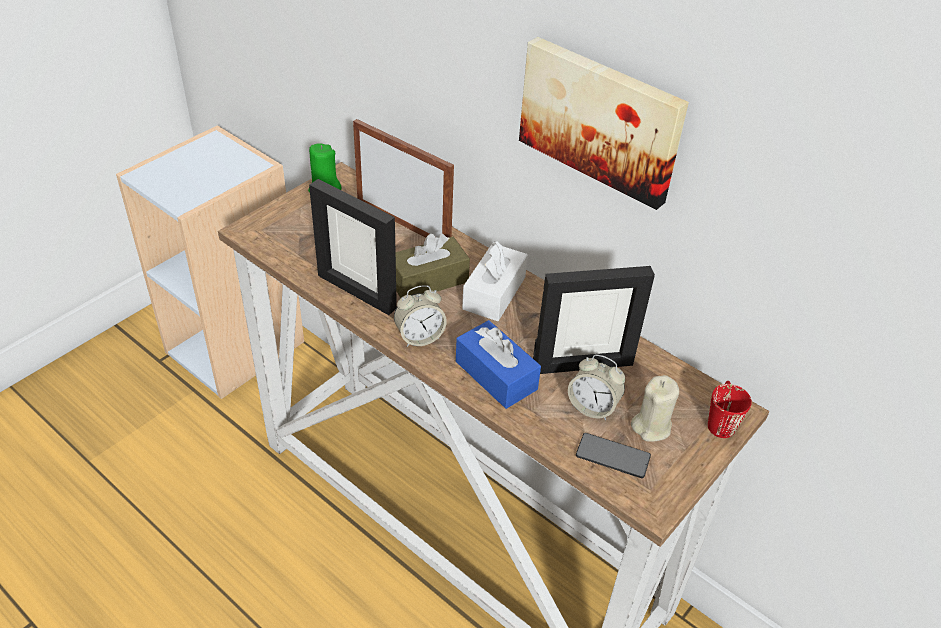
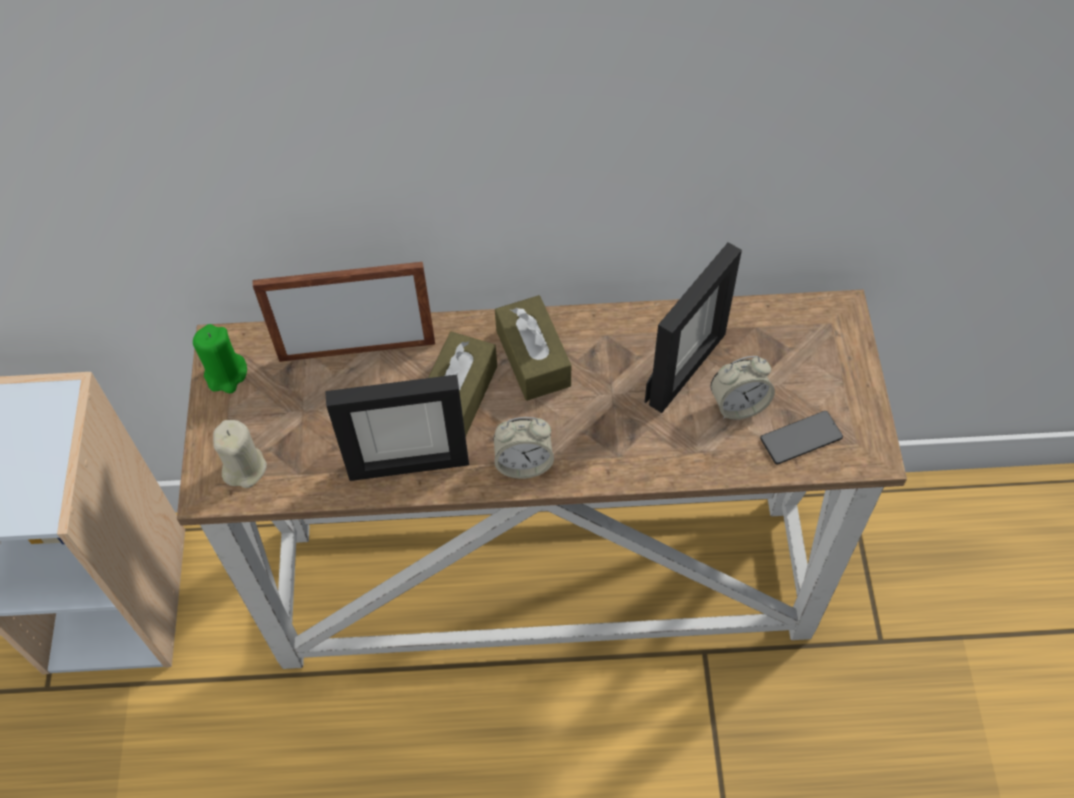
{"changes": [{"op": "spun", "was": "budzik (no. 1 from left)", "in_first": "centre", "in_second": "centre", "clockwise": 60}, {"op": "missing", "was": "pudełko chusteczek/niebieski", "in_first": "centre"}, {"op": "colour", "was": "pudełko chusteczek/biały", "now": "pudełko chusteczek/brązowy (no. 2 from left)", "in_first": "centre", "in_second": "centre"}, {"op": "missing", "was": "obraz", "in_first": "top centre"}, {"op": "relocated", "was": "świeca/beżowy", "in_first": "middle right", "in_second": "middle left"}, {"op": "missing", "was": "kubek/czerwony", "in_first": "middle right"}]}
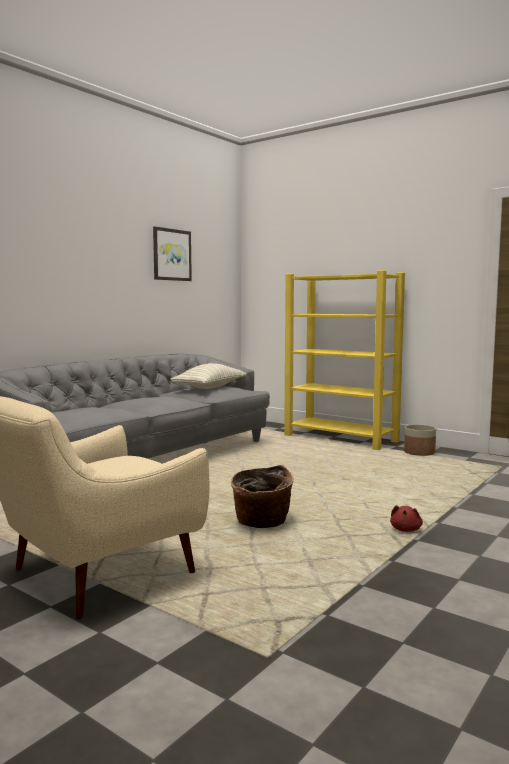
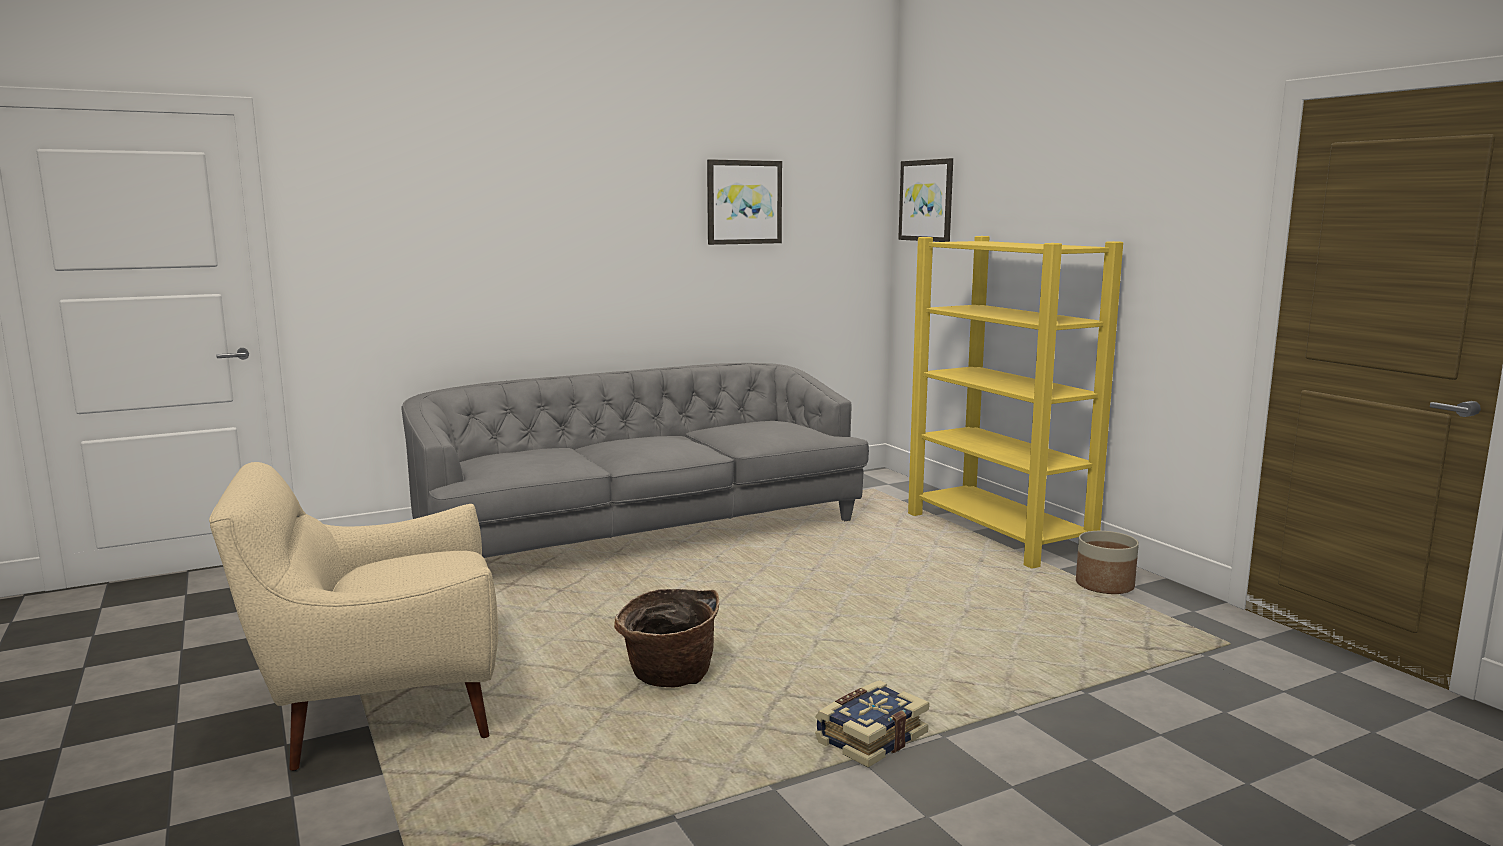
{"changes": [{"op": "missing", "was": "poduszka", "in_first": "centre"}, {"op": "exchanged", "was": "pluszak/czerwony", "now": "książka", "in_first": "bottom right", "in_second": "bottom centre"}, {"op": "appeared", "now": "obraz (no. 2 from left)", "in_second": "top centre"}]}
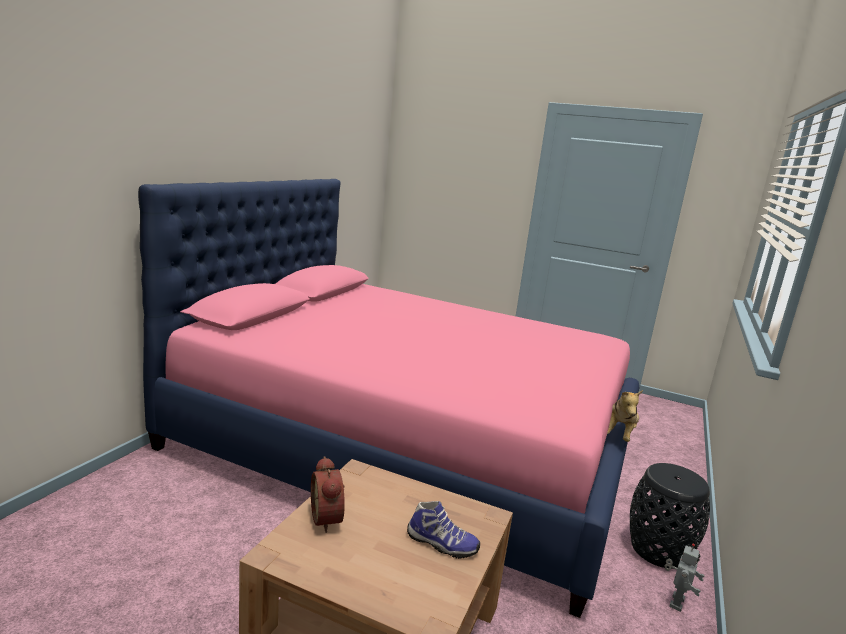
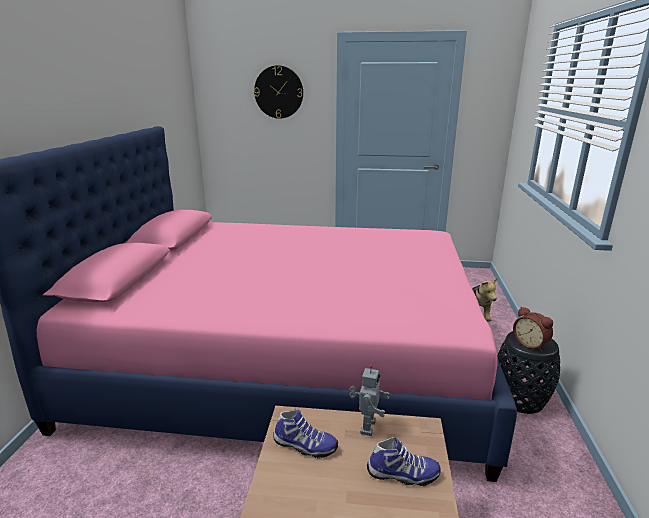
{"changes": [{"op": "relocated", "was": "budzik", "in_first": "bottom centre", "in_second": "middle right"}, {"op": "relocated", "was": "robot zabawkowy", "in_first": "bottom right", "in_second": "bottom centre"}, {"op": "appeared", "now": "zegar ścienny", "in_second": "top centre"}, {"op": "appeared", "now": "but (no. 1 from left)", "in_second": "bottom centre"}]}
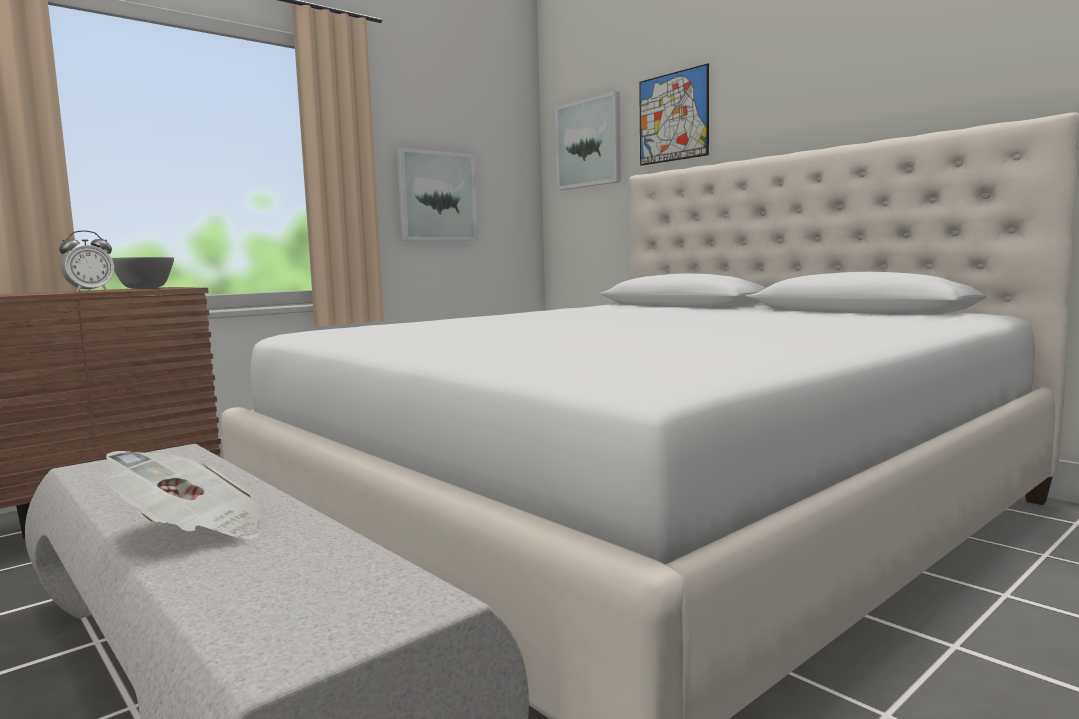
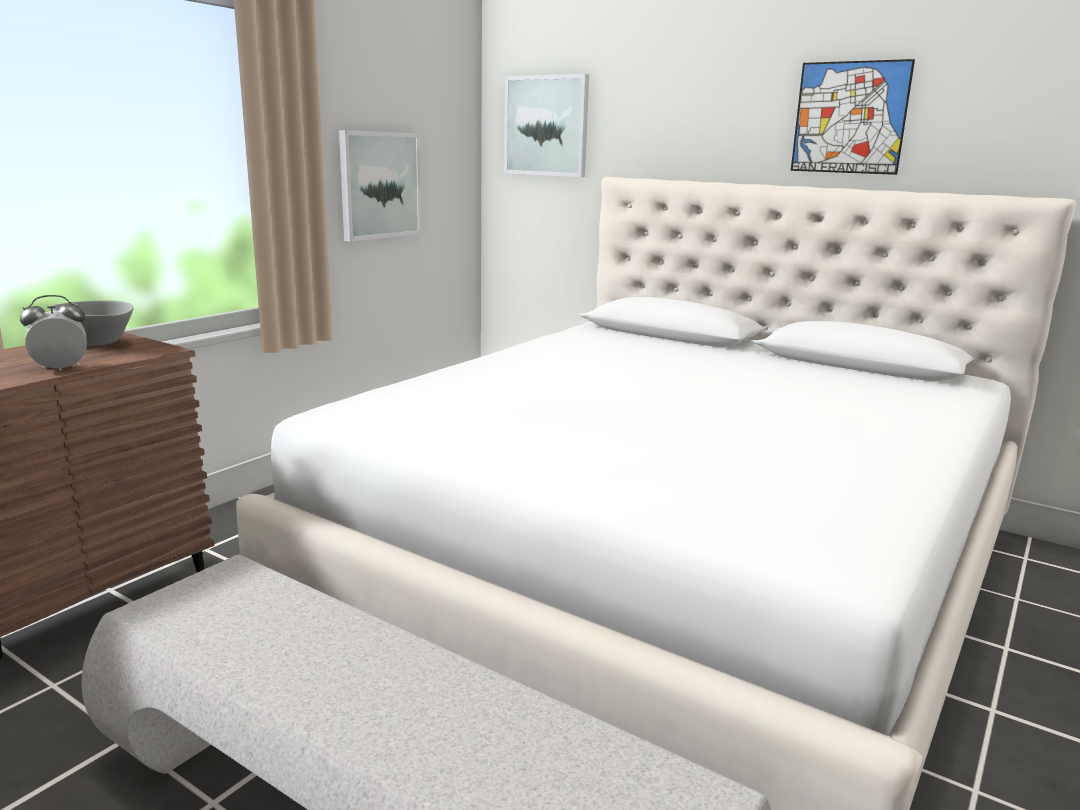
{"changes": [{"op": "spun", "was": "budzik", "in_first": "middle left", "in_second": "middle left", "clockwise": -150}, {"op": "missing", "was": "gazeta", "in_first": "bottom left"}, {"op": "relocated", "was": "obraz (no. 3 from left)", "in_first": "top centre", "in_second": "top right"}]}
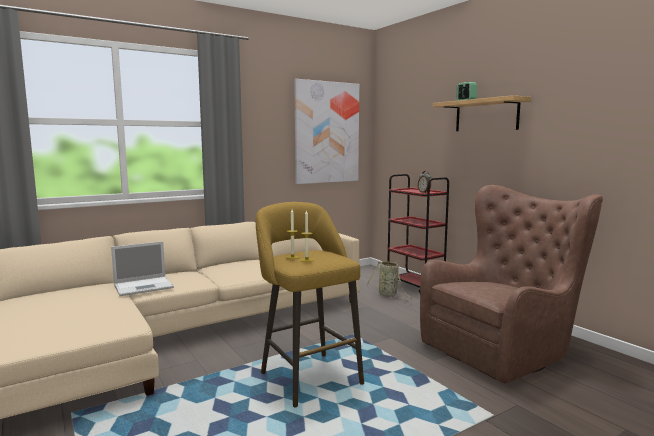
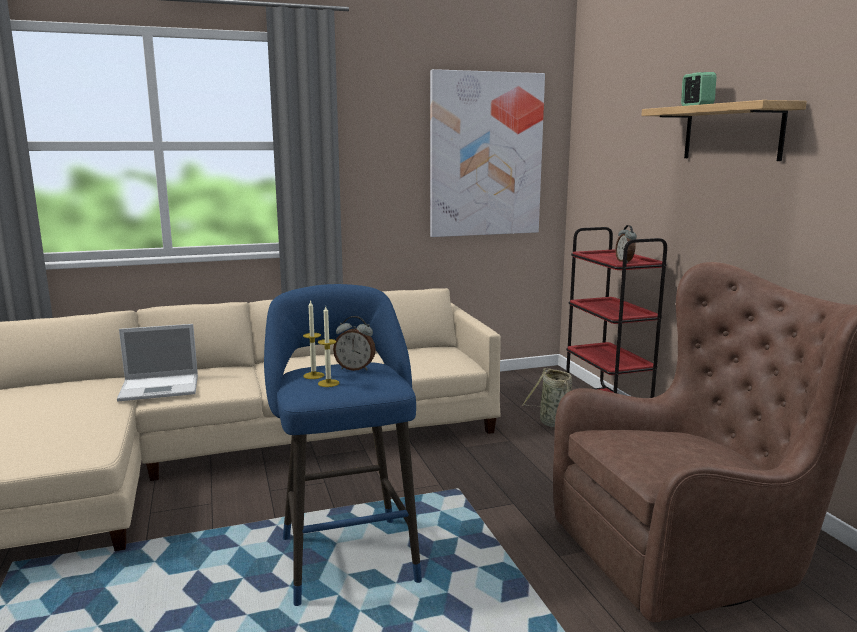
{"changes": [{"op": "colour", "was": "stołek/żółty", "now": "stołek/niebieski", "in_first": "bottom centre", "in_second": "bottom centre"}, {"op": "appeared", "now": "budzik (no. 1 from left)", "in_second": "centre"}]}
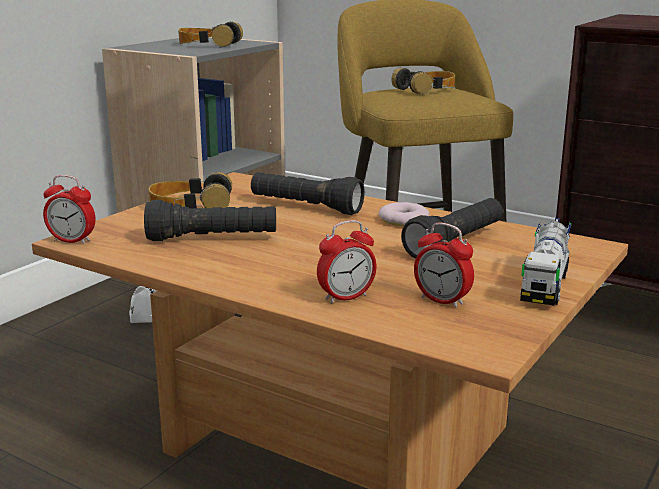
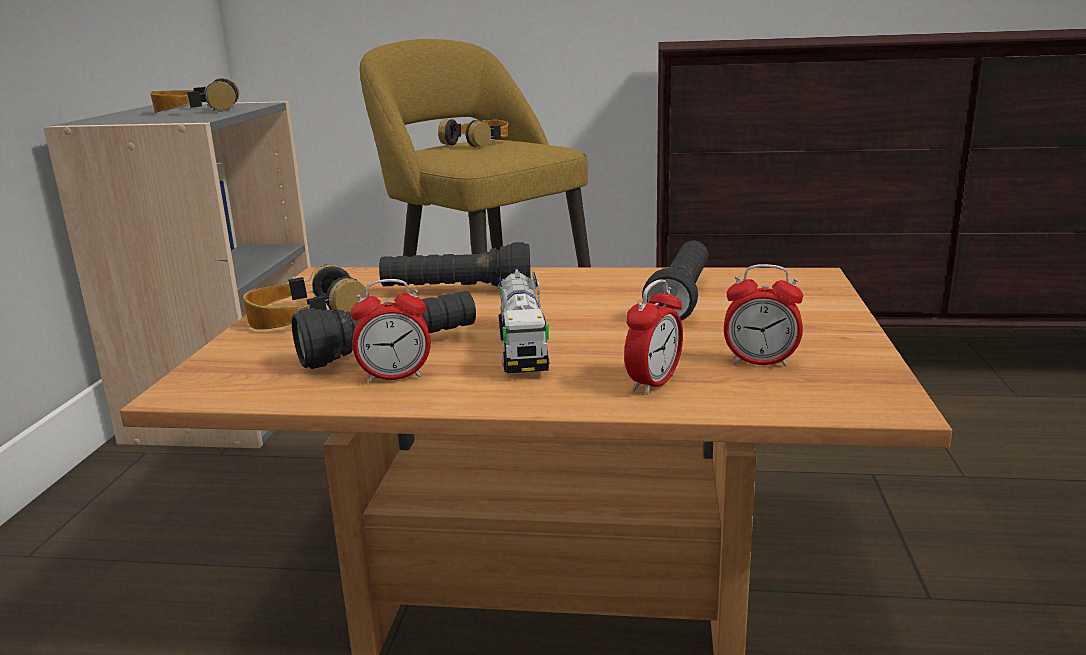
{"changes": [{"op": "relocated", "was": "budzik (no. 1 from left)", "in_first": "middle left", "in_second": "centre"}, {"op": "missing", "was": "but/biały", "in_first": "middle left"}, {"op": "missing", "was": "donut", "in_first": "centre"}, {"op": "relocated", "was": "ciężarówka zabawkowa", "in_first": "middle right", "in_second": "centre"}]}
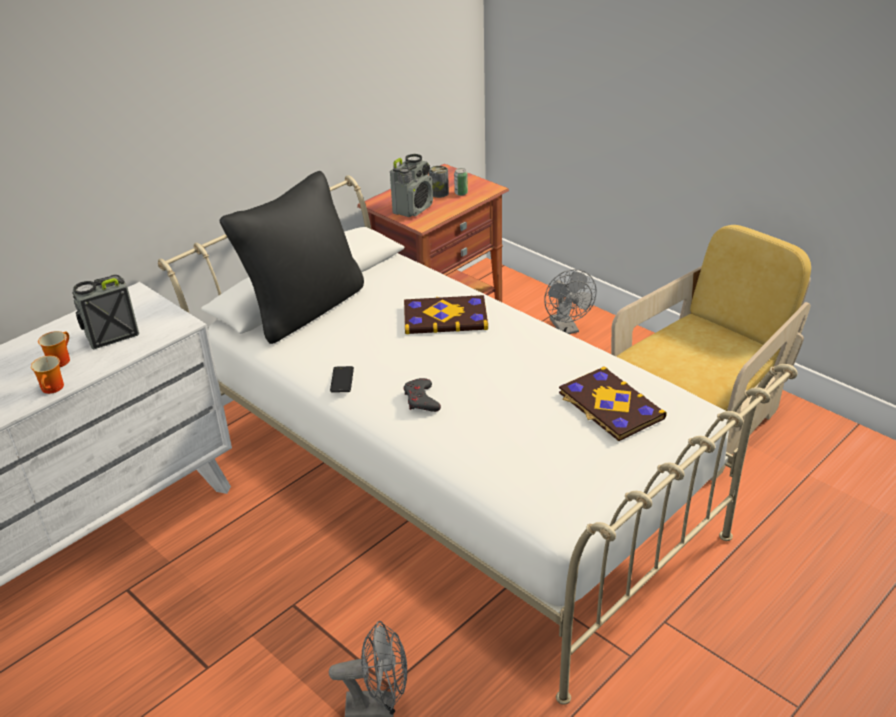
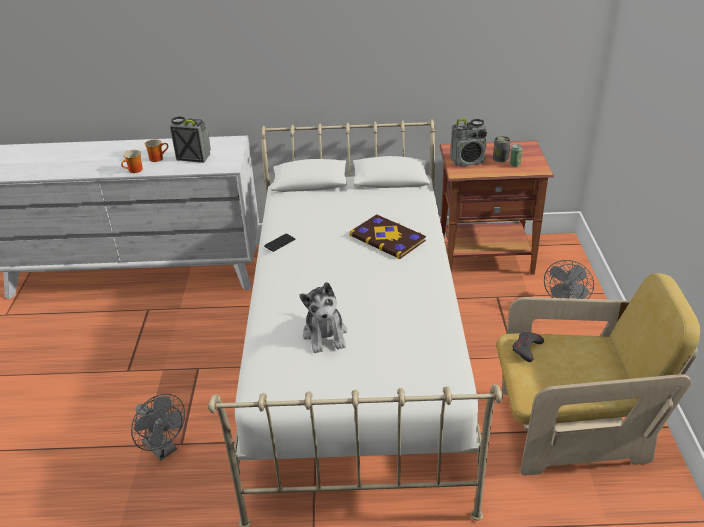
{"changes": [{"op": "missing", "was": "poduszka/czarny", "in_first": "middle left"}, {"op": "relocated", "was": "pad do gier/szary", "in_first": "centre", "in_second": "middle right"}, {"op": "missing", "was": "książka (no. 2 from left)", "in_first": "middle right"}, {"op": "appeared", "now": "pluszak", "in_second": "centre"}]}
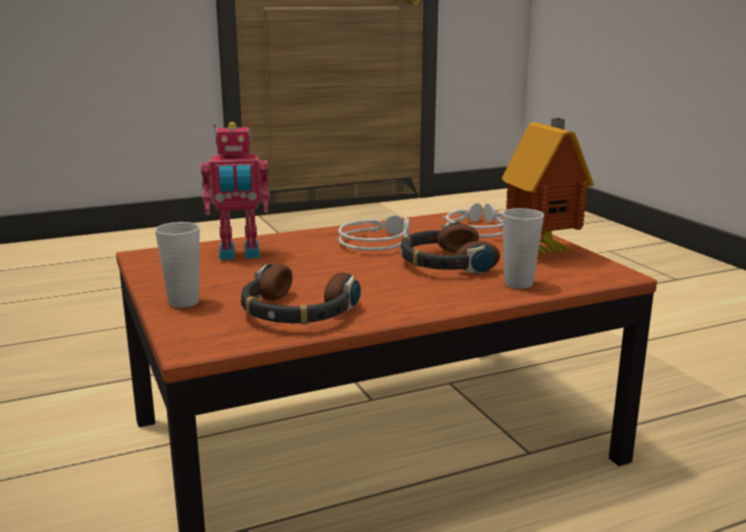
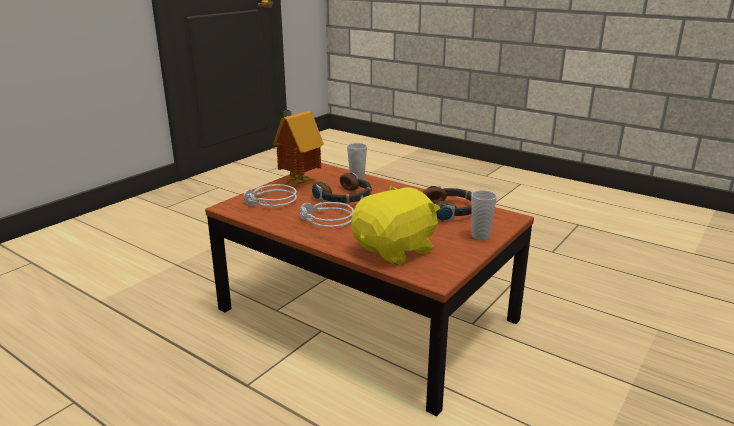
{"changes": [{"op": "exchanged", "was": "robot zabawkowy", "now": "pluszak/żółty", "in_first": "middle left", "in_second": "centre"}]}
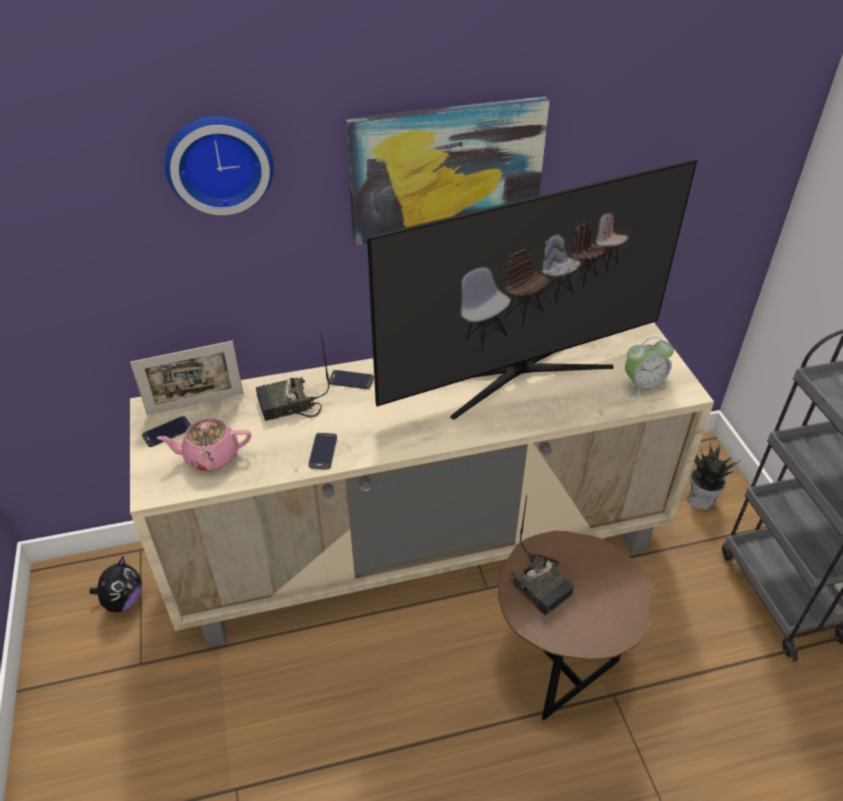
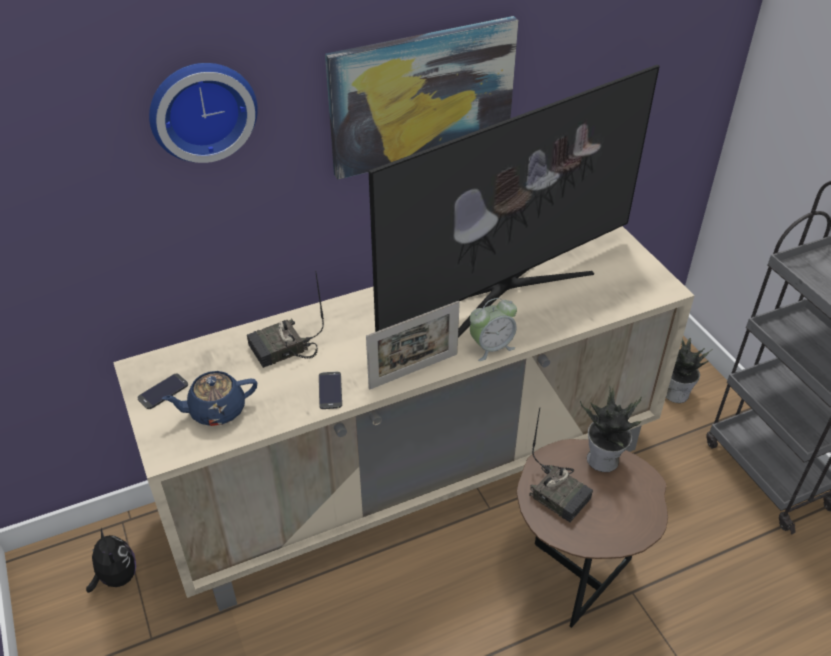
{"changes": [{"op": "spun", "was": "pluszak", "in_first": "bottom left", "in_second": "bottom left", "clockwise": -45}, {"op": "relocated", "was": "ramka na zdjęcie", "in_first": "middle left", "in_second": "centre"}, {"op": "colour", "was": "imbryk/różowy", "now": "imbryk/niebieski", "in_first": "middle left", "in_second": "middle left"}, {"op": "missing", "was": "telefon (no. 3 from left)", "in_first": "centre"}, {"op": "relocated", "was": "budzik", "in_first": "middle right", "in_second": "centre"}, {"op": "appeared", "now": "roślina doniczkowa (no. 1 from left)", "in_second": "middle right"}]}
